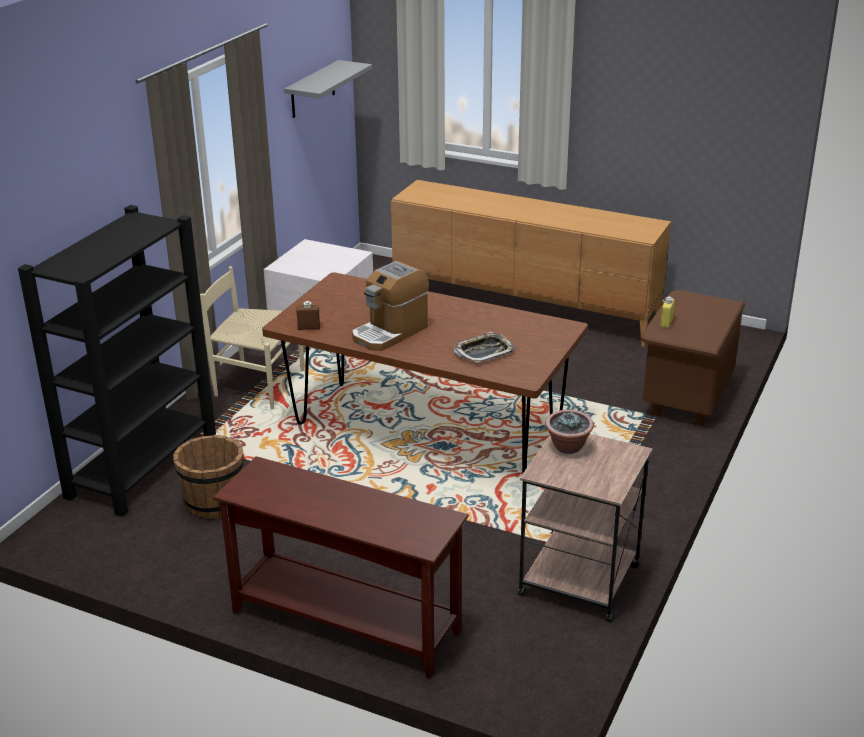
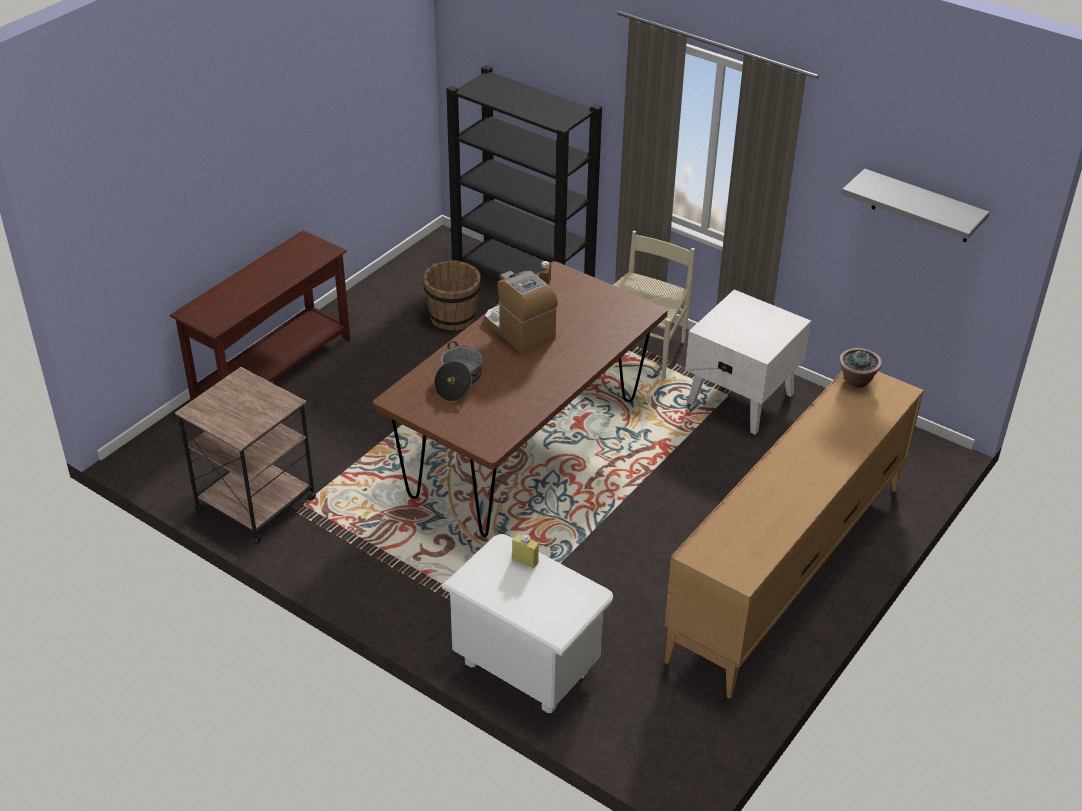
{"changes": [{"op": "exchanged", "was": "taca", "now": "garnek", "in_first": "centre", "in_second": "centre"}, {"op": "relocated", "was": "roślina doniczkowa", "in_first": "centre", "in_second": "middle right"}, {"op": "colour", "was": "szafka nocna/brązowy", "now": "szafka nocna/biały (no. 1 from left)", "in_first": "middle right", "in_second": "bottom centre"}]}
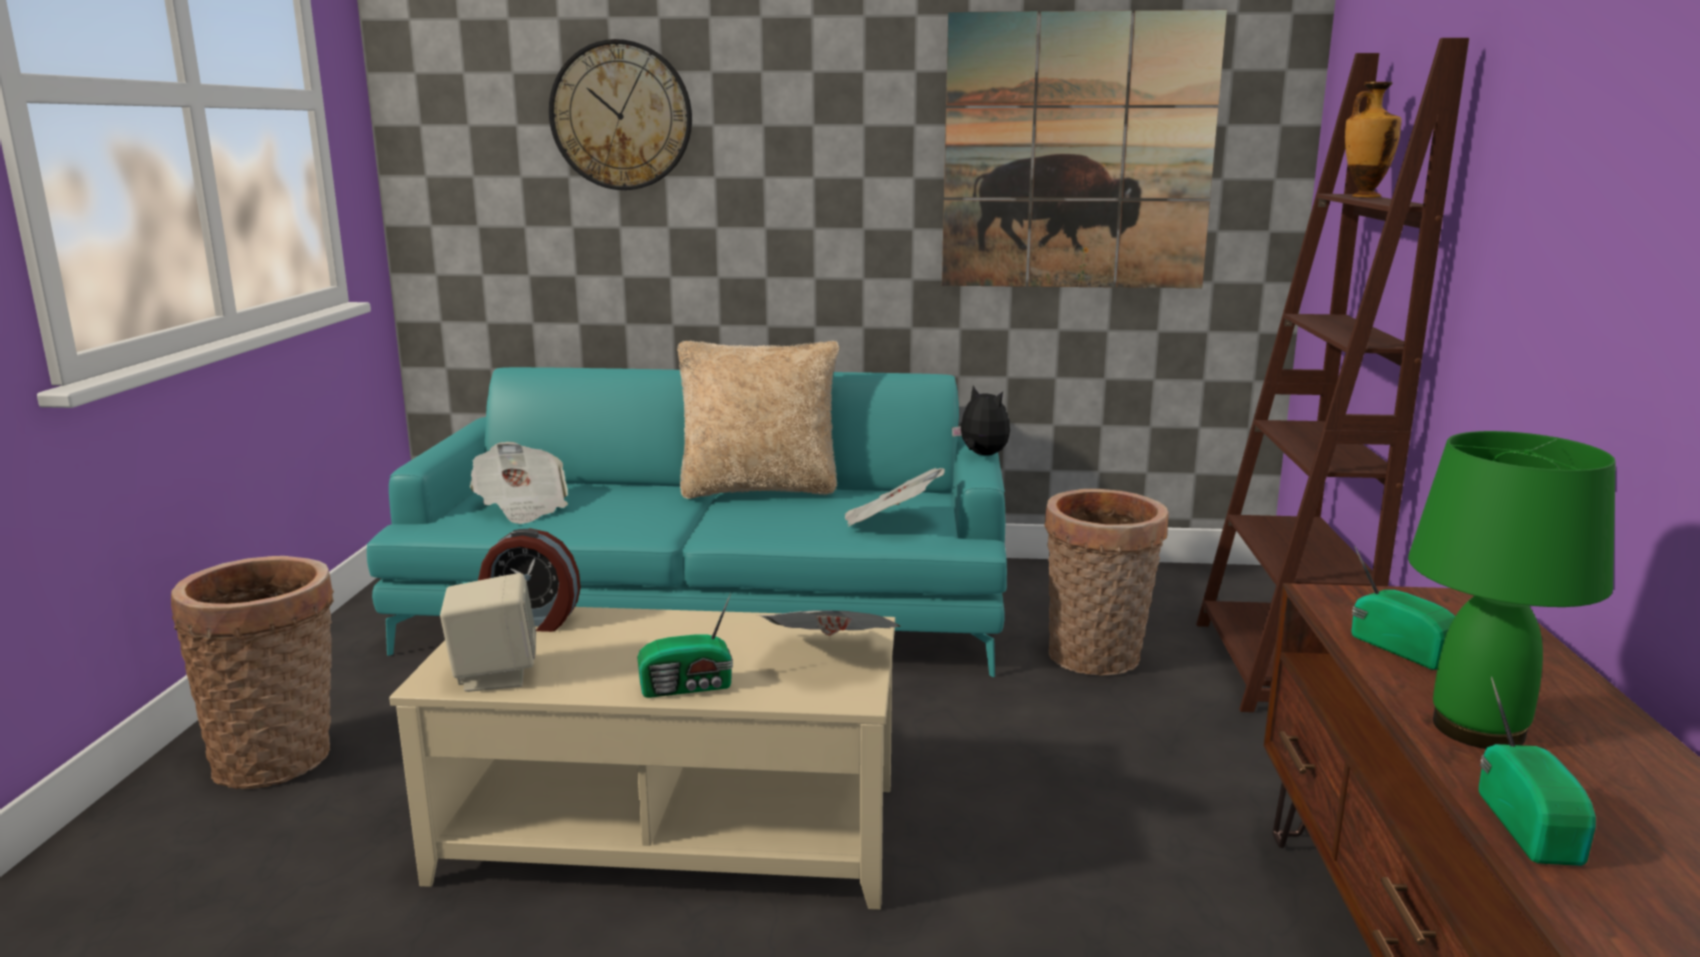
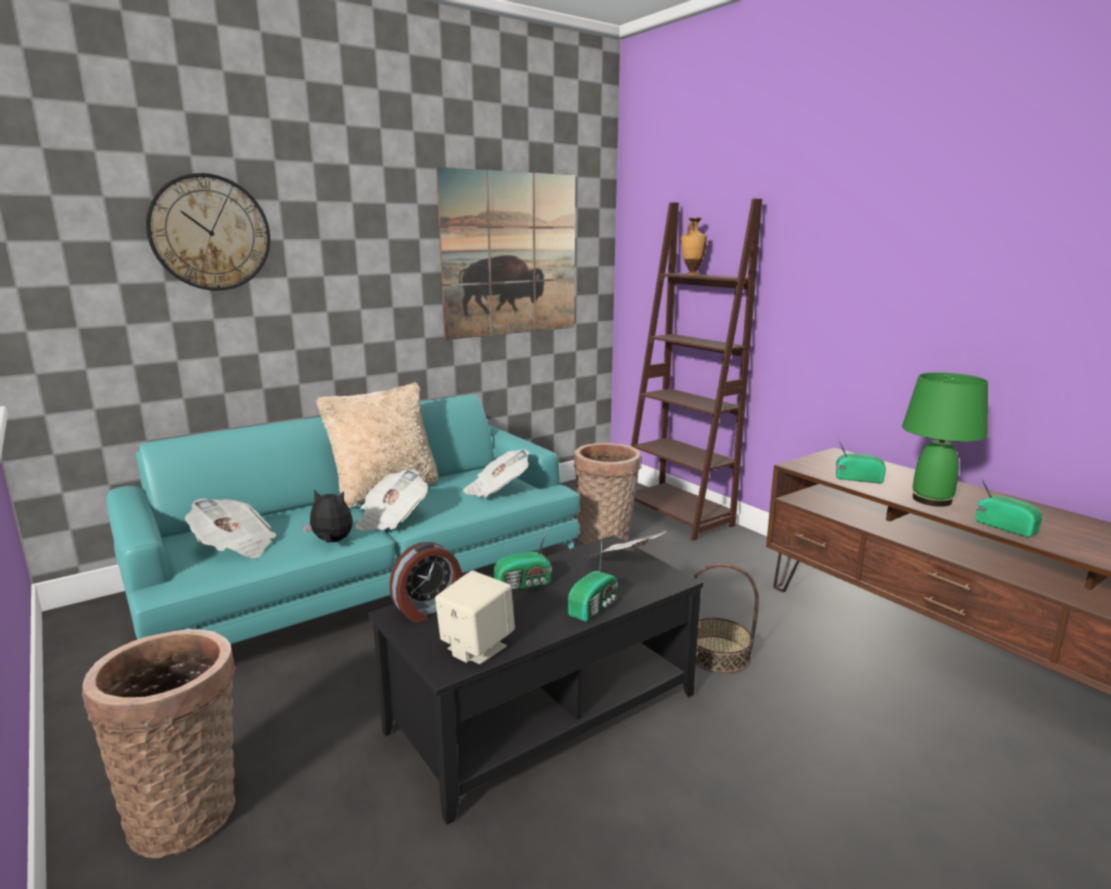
{"changes": [{"op": "colour", "was": "ława/beżowy", "now": "ława/czarny", "in_first": "bottom centre", "in_second": "bottom centre"}, {"op": "relocated", "was": "pluszak", "in_first": "centre", "in_second": "middle left"}, {"op": "appeared", "now": "gazeta (no. 2 from left)", "in_second": "centre"}, {"op": "appeared", "now": "radio (no. 1 from left)", "in_second": "centre"}, {"op": "appeared", "now": "koszyk (no. 3 from left)", "in_second": "bottom centre"}]}
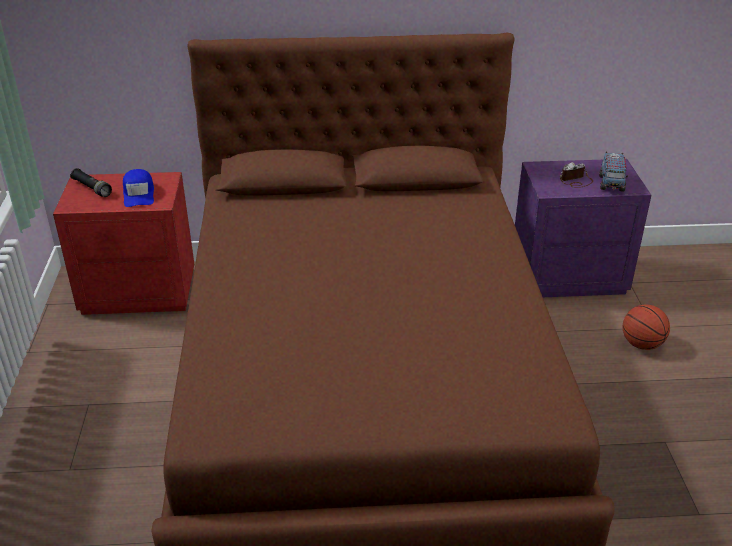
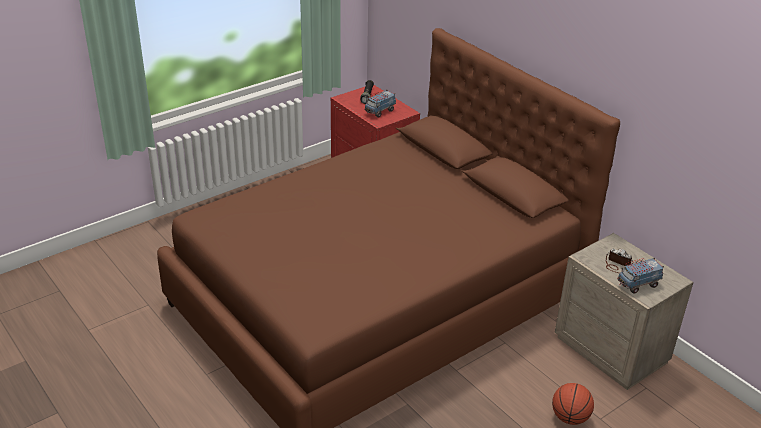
{"changes": [{"op": "exchanged", "was": "czapka z daszkiem/niebieski", "now": "ciężarówka zabawkowa (no. 1 from left)", "in_first": "middle left", "in_second": "top centre"}, {"op": "colour", "was": "szafka nocna/fioletowy", "now": "szafka nocna/beżowy", "in_first": "middle right", "in_second": "bottom right"}]}
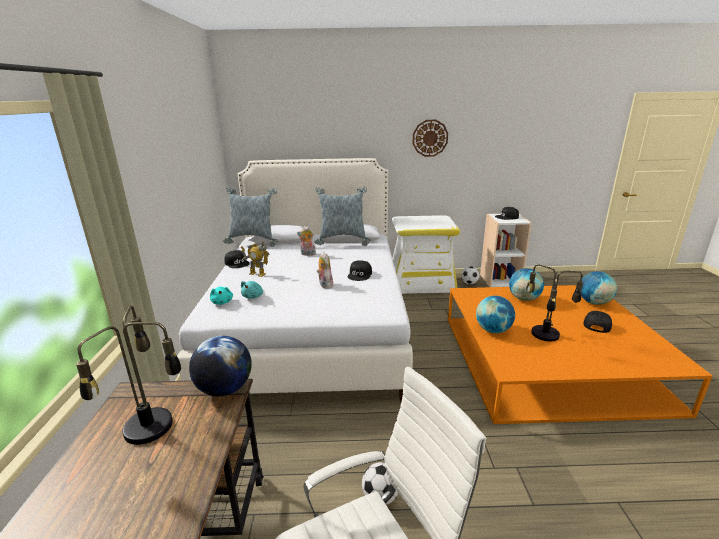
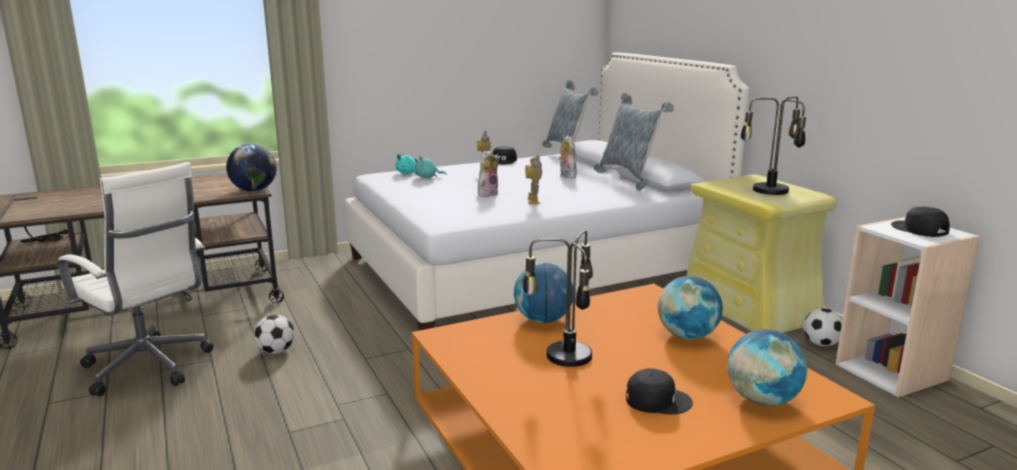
{"changes": [{"op": "relocated", "was": "lampa stołowa (no. 1 from left in the first image)", "now": "lampa stołowa (no. 2 from left)", "in_first": "bottom left", "in_second": "top right"}, {"op": "exchanged", "was": "czapka z daszkiem/czarny (no. 2 from left)", "now": "robot zabawkowy (no. 2 from left)", "in_first": "centre", "in_second": "centre"}, {"op": "colour", "was": "szafka nocna/biały", "now": "szafka nocna/żółty", "in_first": "centre", "in_second": "middle right"}, {"op": "missing", "was": "zegar ścienny", "in_first": "top centre"}]}
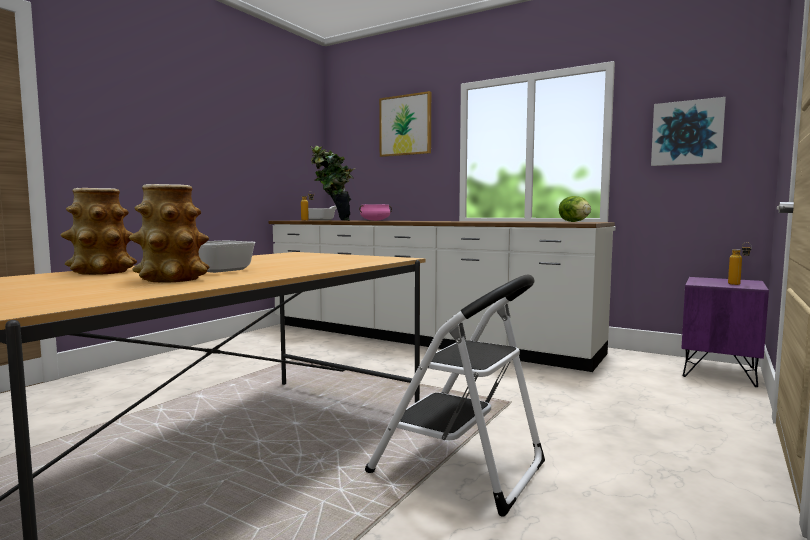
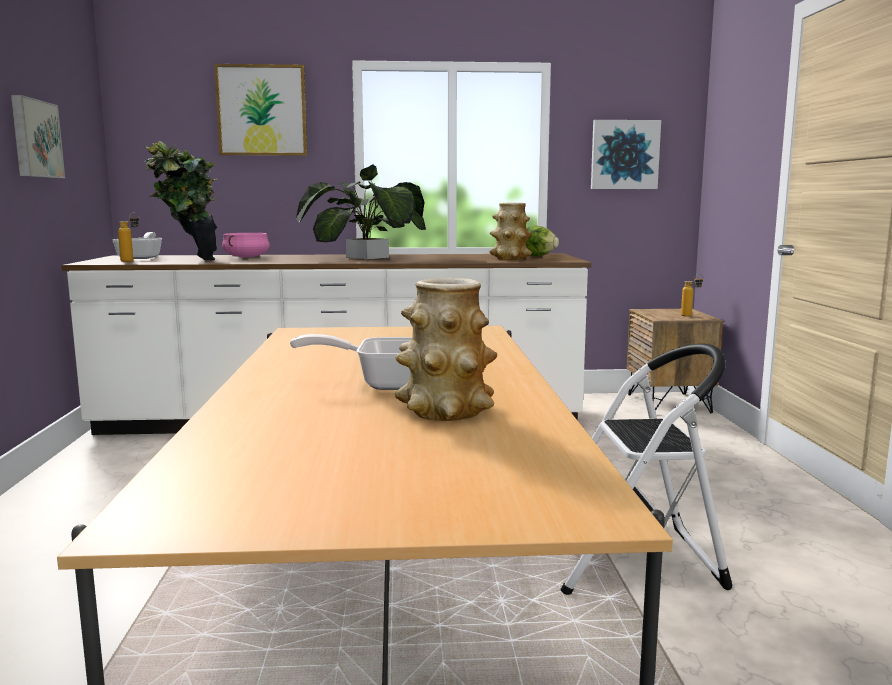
{"changes": [{"op": "relocated", "was": "wazon (no. 1 from left in the first image)", "now": "wazon (no. 2 from left)", "in_first": "middle left", "in_second": "centre"}, {"op": "colour", "was": "szafka nocna/fioletowy", "now": "szafka nocna/brązowy", "in_first": "middle right", "in_second": "middle right"}, {"op": "appeared", "now": "obraz (no. 1 from left)", "in_second": "top left"}, {"op": "appeared", "now": "roślina doniczkowa (no. 2 from left)", "in_second": "top centre"}]}
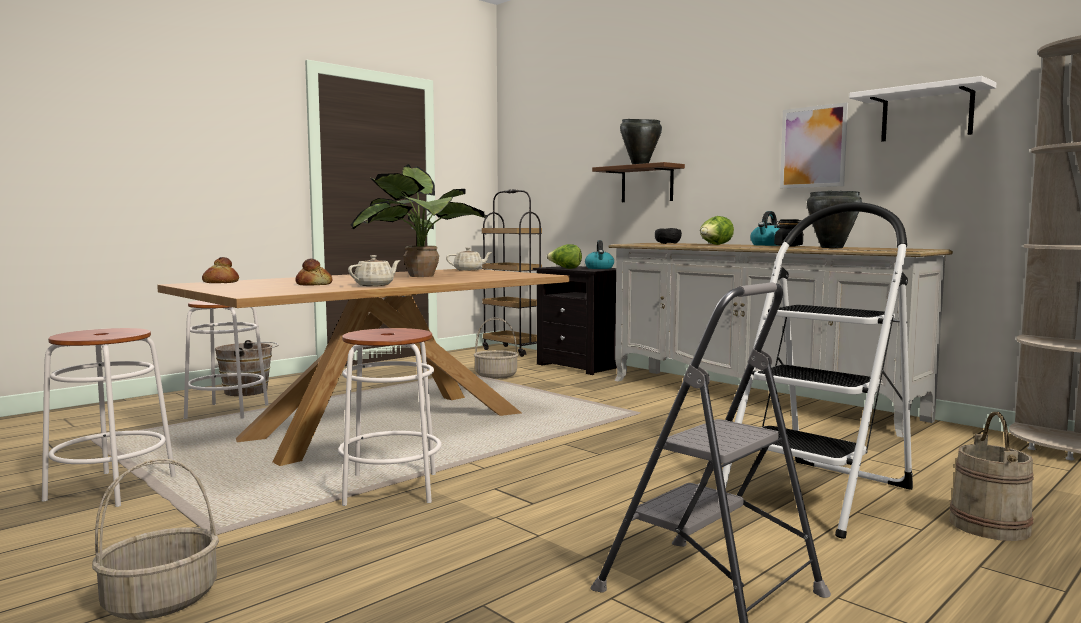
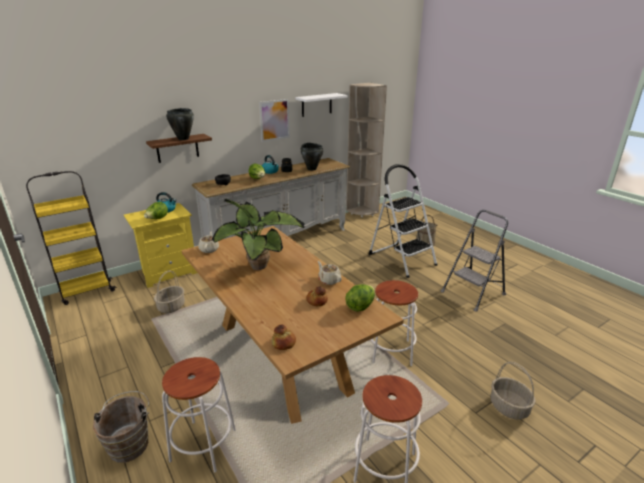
{"changes": [{"op": "colour", "was": "wózek/brązowy", "now": "wózek/żółty", "in_first": "centre", "in_second": "middle left"}, {"op": "colour", "was": "szafka nocna/czarny", "now": "szafka nocna/żółty", "in_first": "centre", "in_second": "middle left"}, {"op": "appeared", "now": "sałata (no. 3 from left)", "in_second": "centre"}]}
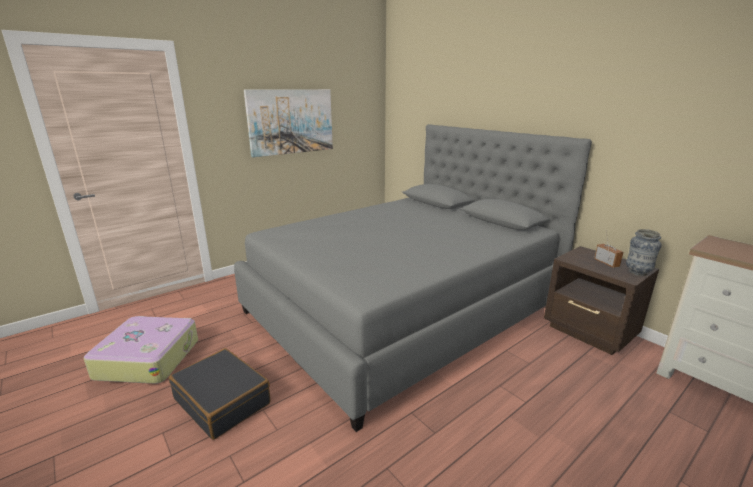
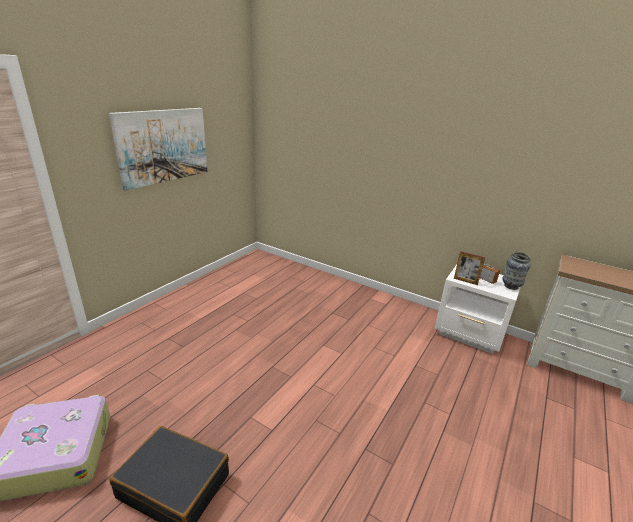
{"changes": [{"op": "missing", "was": "łóżko/szary", "in_first": "centre"}, {"op": "colour", "was": "szafka nocna/brązowy", "now": "szafka nocna/biały", "in_first": "middle right", "in_second": "middle right"}, {"op": "appeared", "now": "ramka na zdjęcie", "in_second": "middle right"}]}
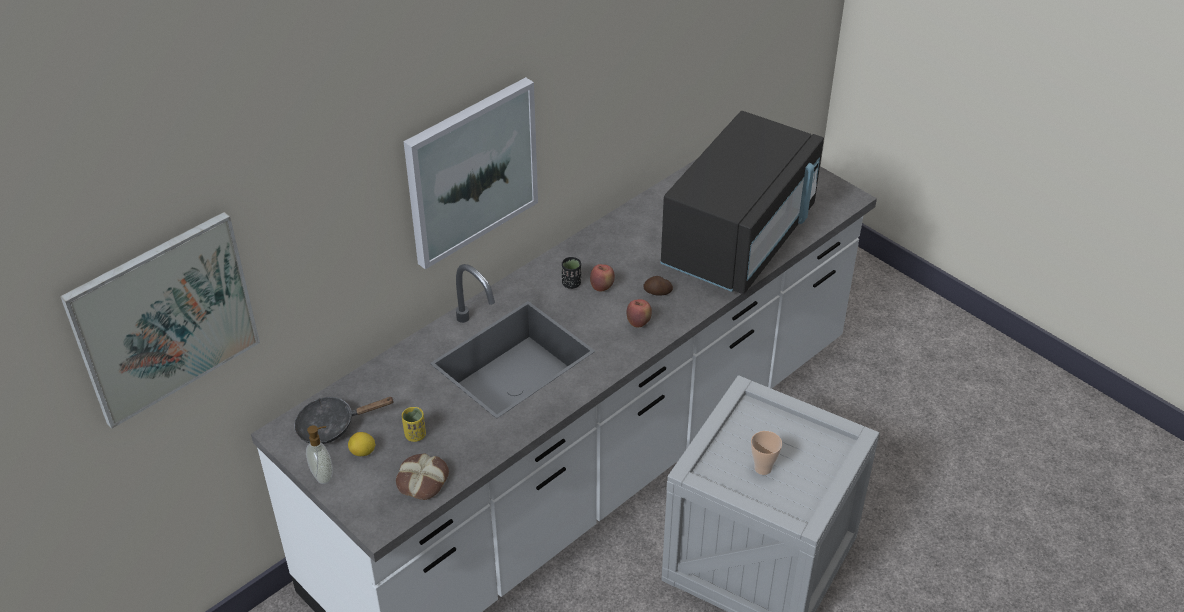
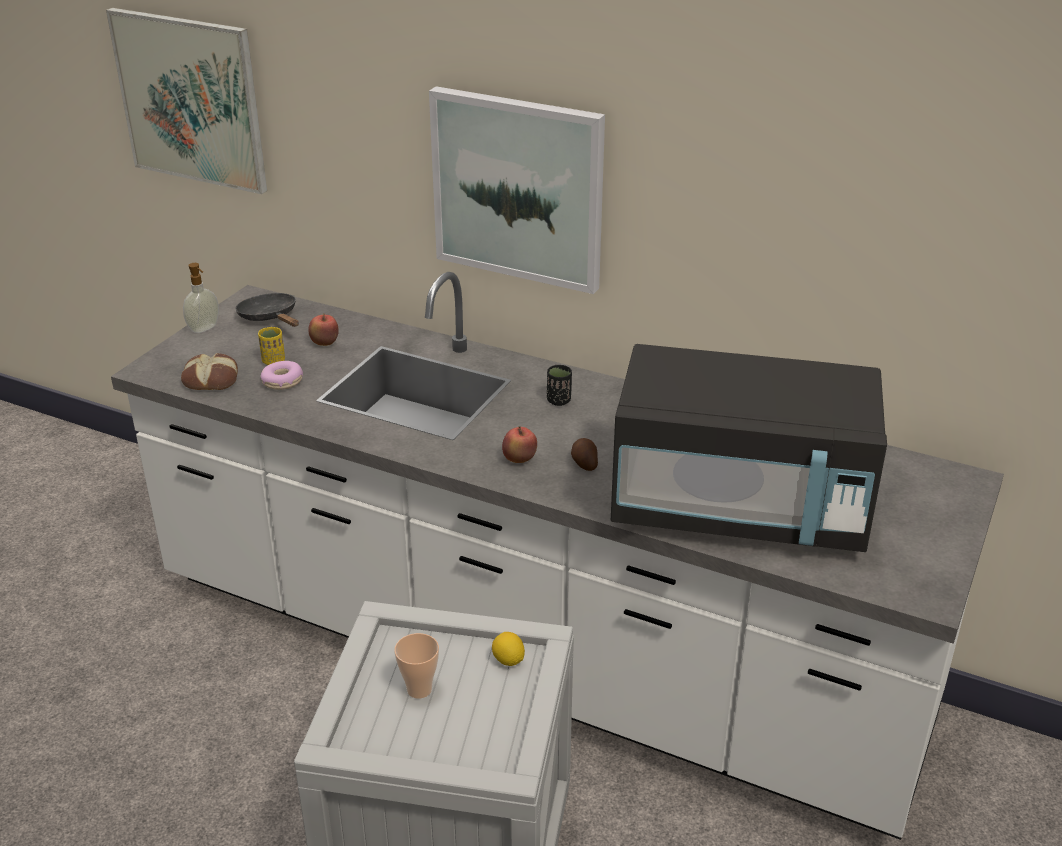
{"changes": [{"op": "relocated", "was": "cytryna", "in_first": "bottom left", "in_second": "bottom centre"}, {"op": "relocated", "was": "jabłko (no. 1 from left)", "in_first": "centre", "in_second": "middle left"}, {"op": "appeared", "now": "donut", "in_second": "middle left"}]}
